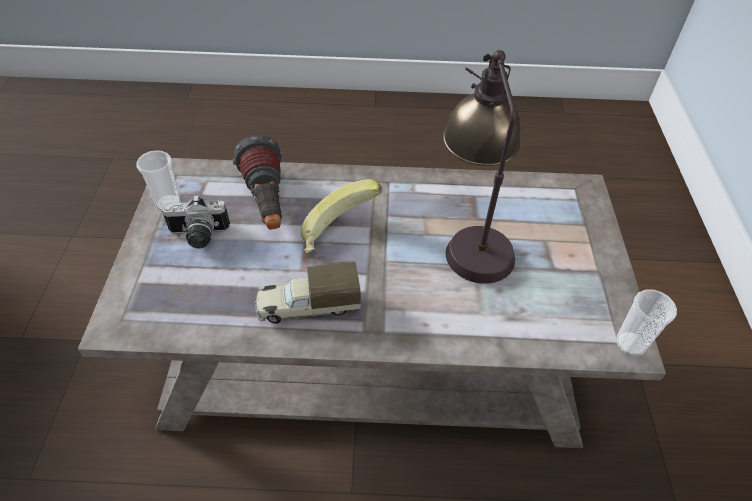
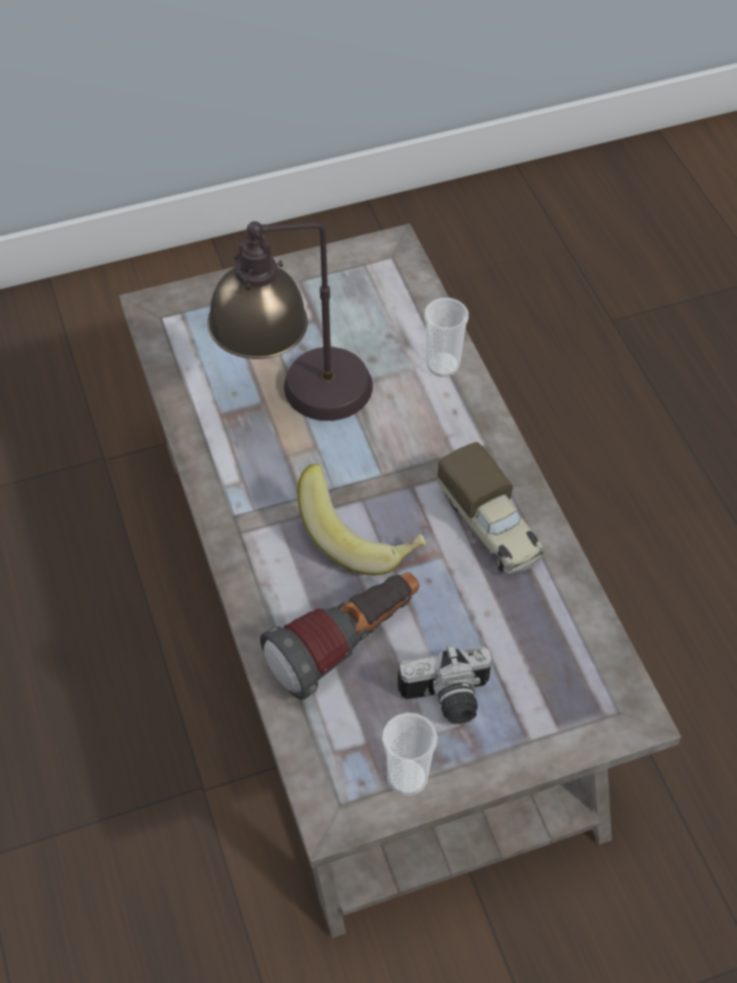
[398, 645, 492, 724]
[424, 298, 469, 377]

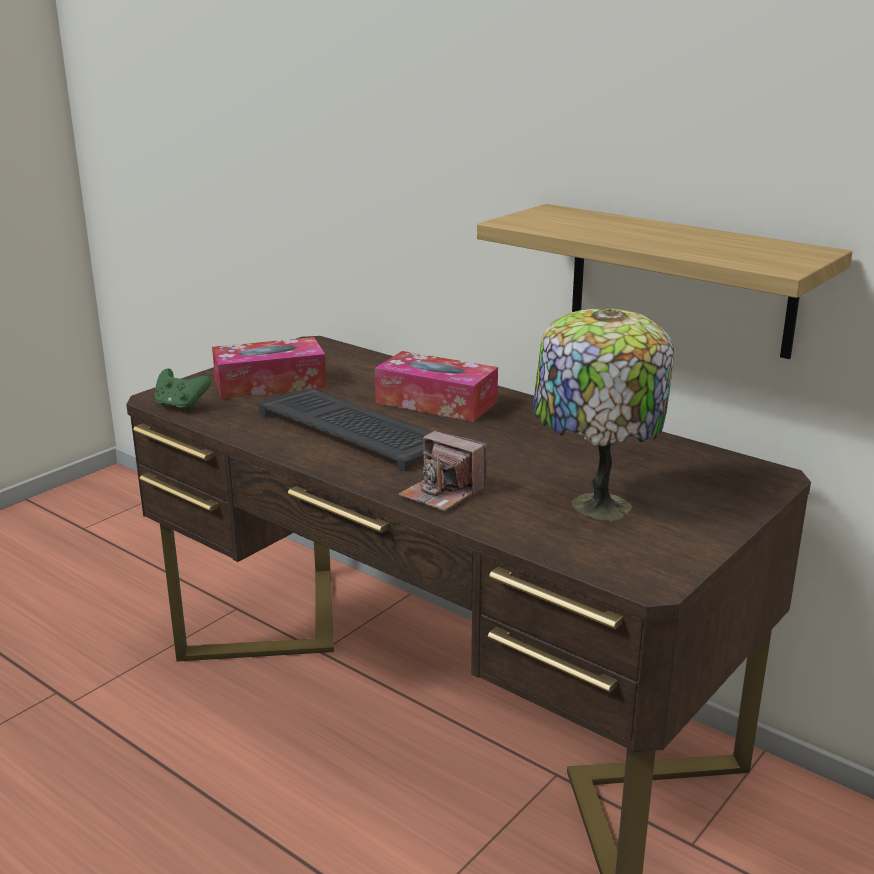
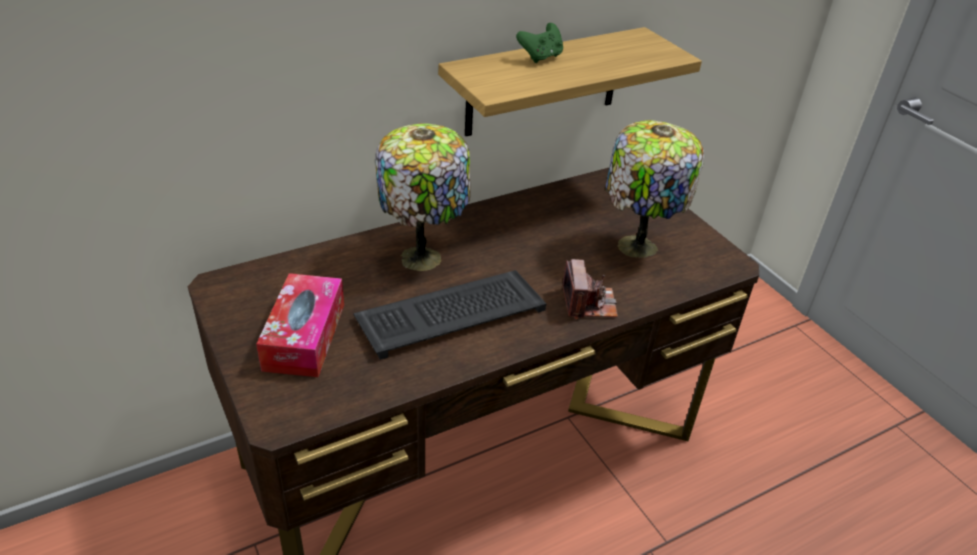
[516, 23, 563, 63]
[375, 123, 471, 271]
[562, 259, 618, 319]

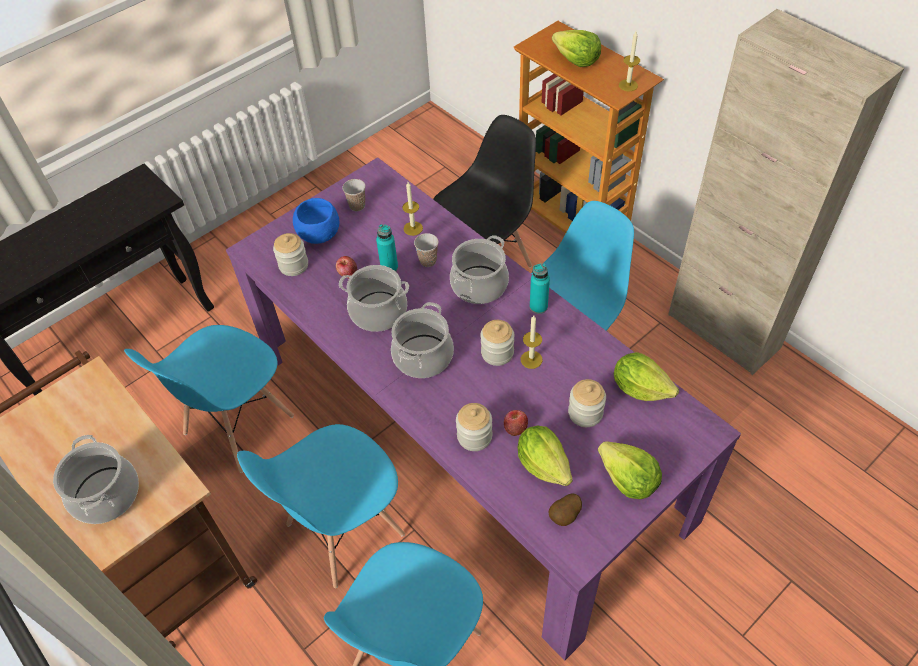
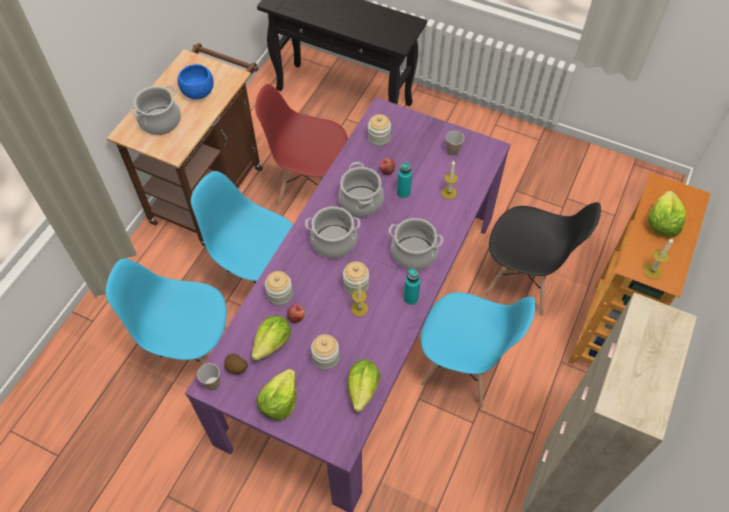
[255, 84, 348, 206]
[178, 64, 214, 99]
[197, 363, 220, 391]

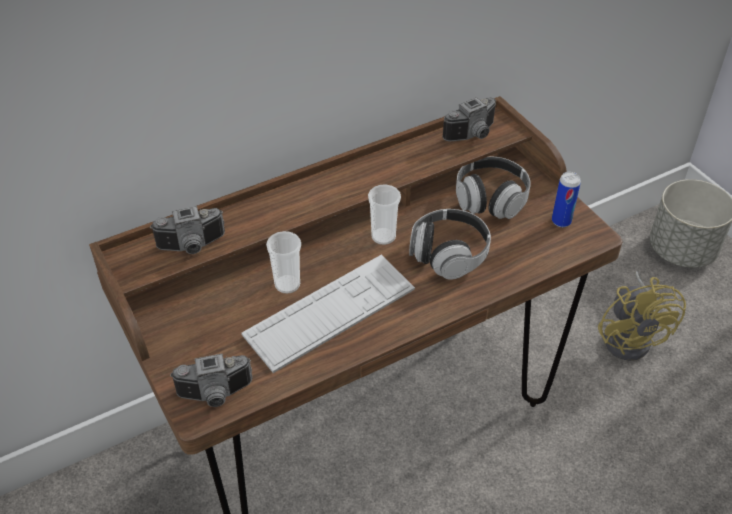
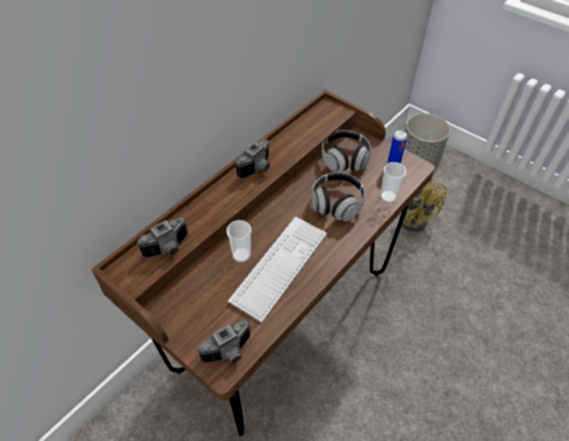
[380, 162, 407, 203]
[236, 139, 270, 179]

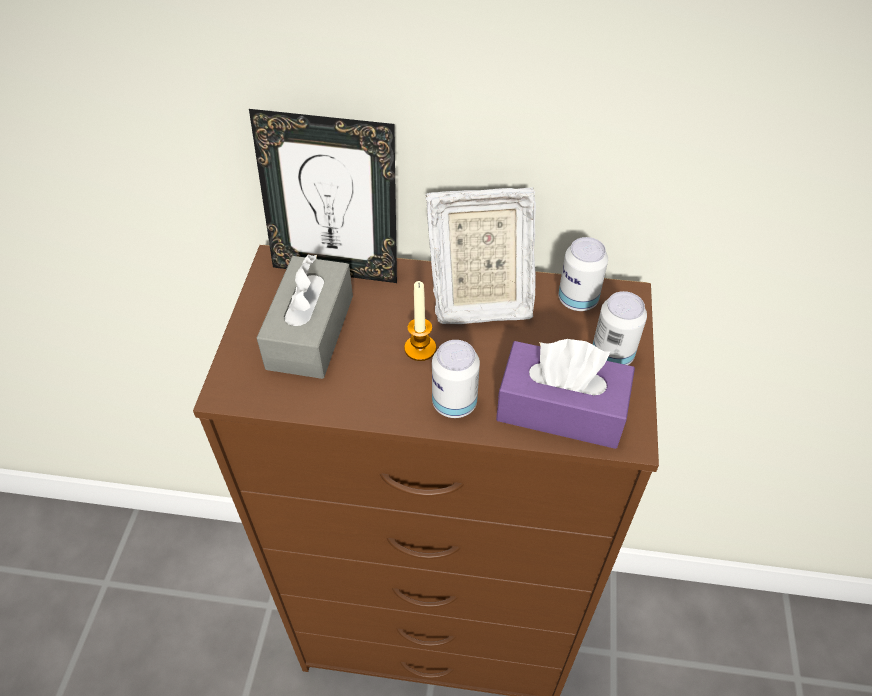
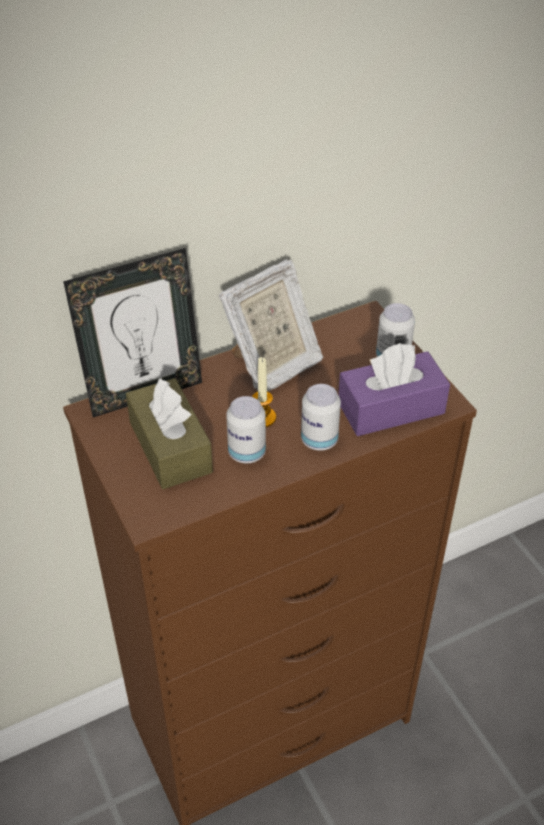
[126, 378, 213, 489]
[226, 396, 266, 463]

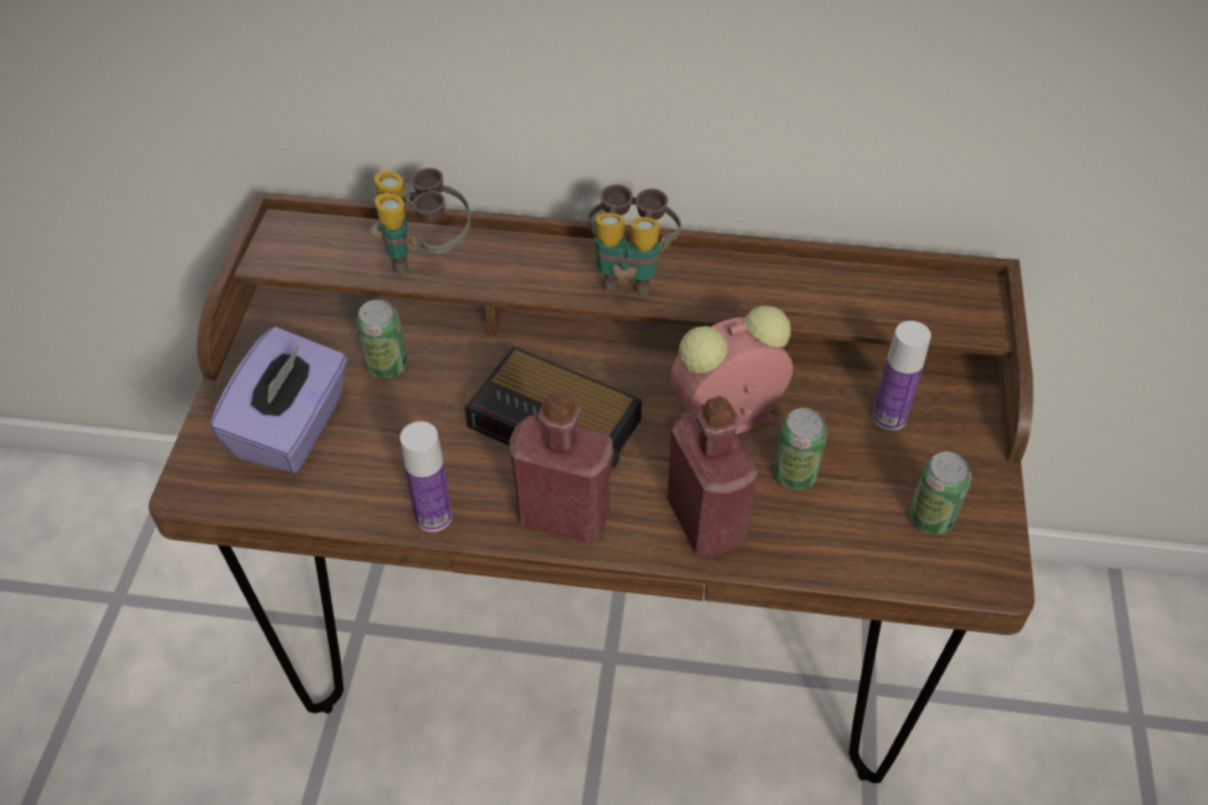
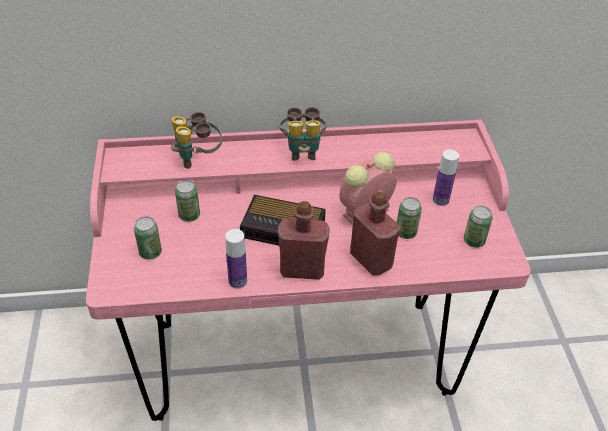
[86, 119, 531, 421]
[134, 217, 162, 260]

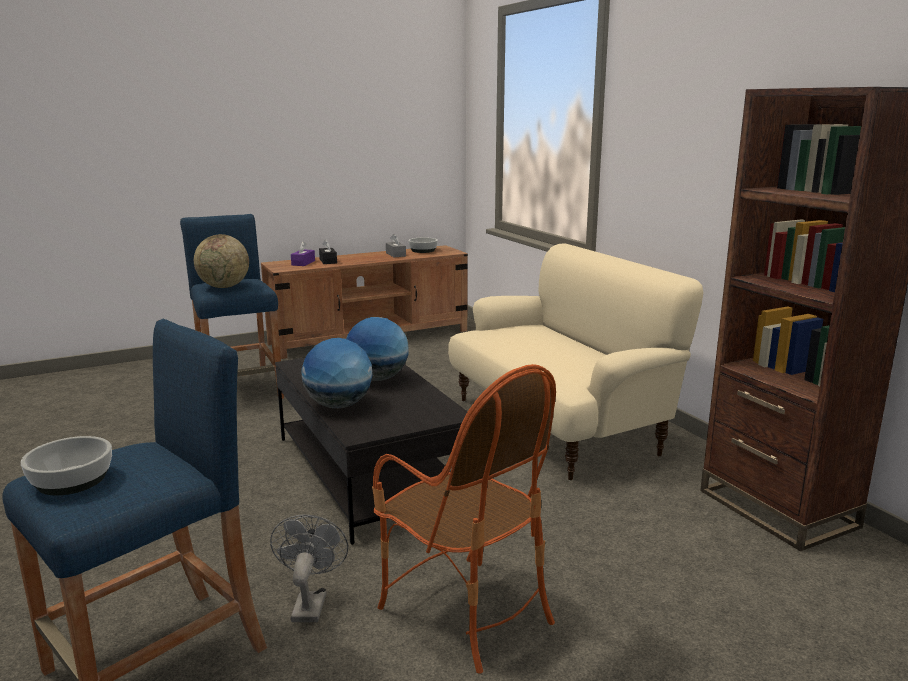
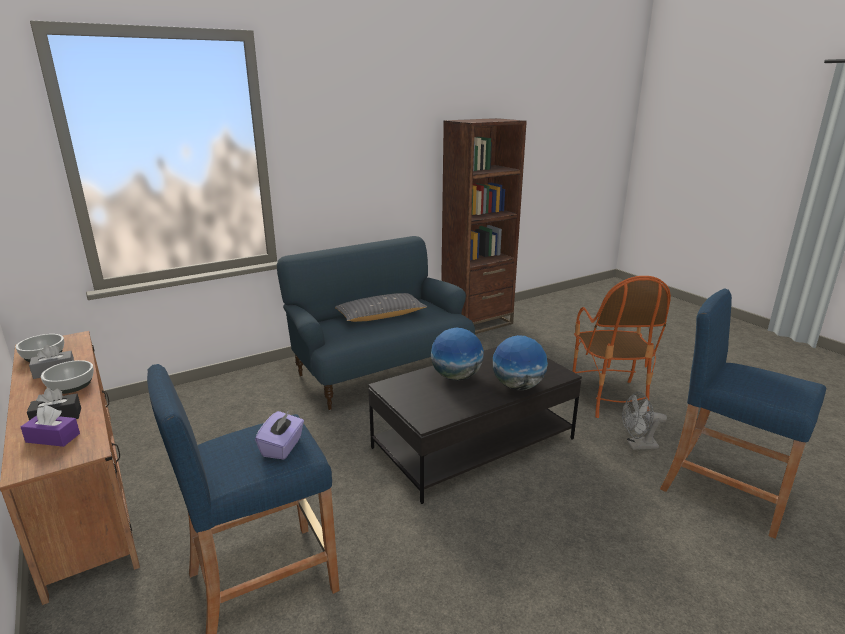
[41, 360, 94, 394]
[255, 411, 304, 460]
[572, 276, 671, 418]
[277, 236, 475, 410]
[335, 293, 427, 322]

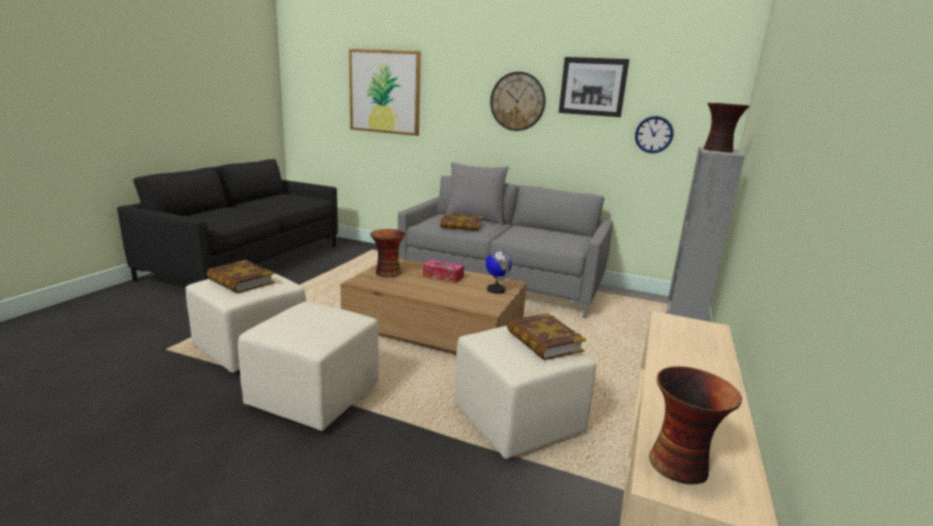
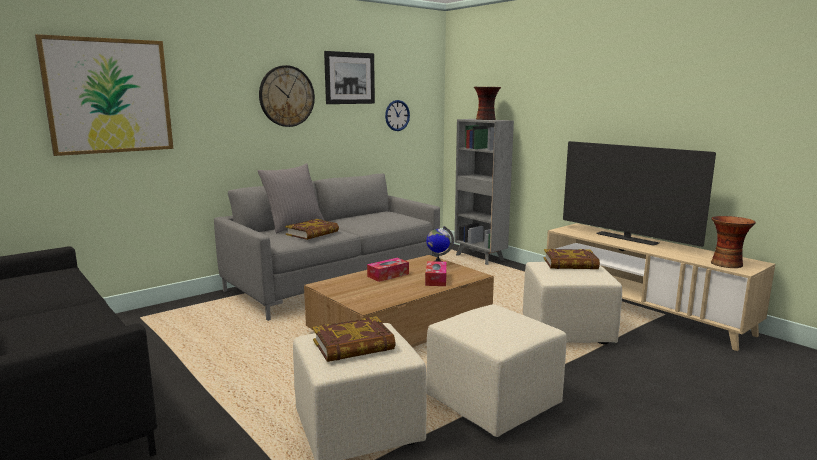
[370, 229, 406, 277] (first image)
[425, 261, 447, 286]
[563, 141, 716, 247]

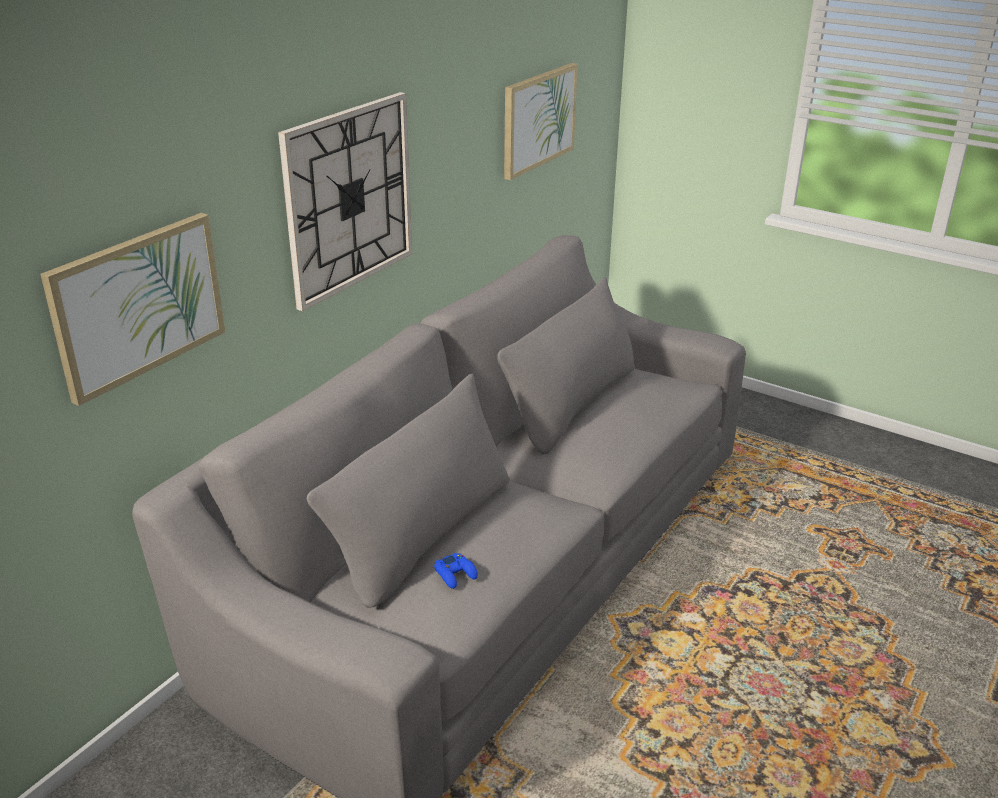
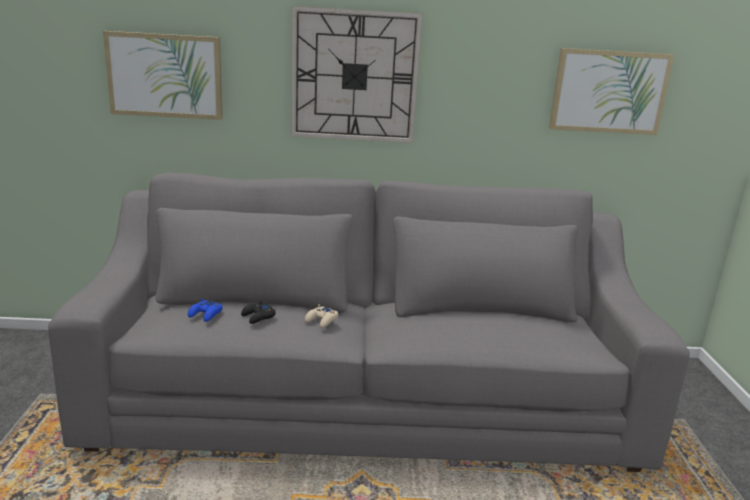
[241, 300, 276, 324]
[305, 304, 338, 328]

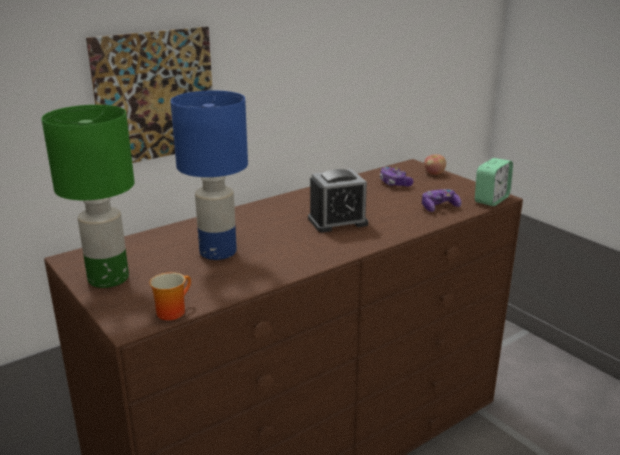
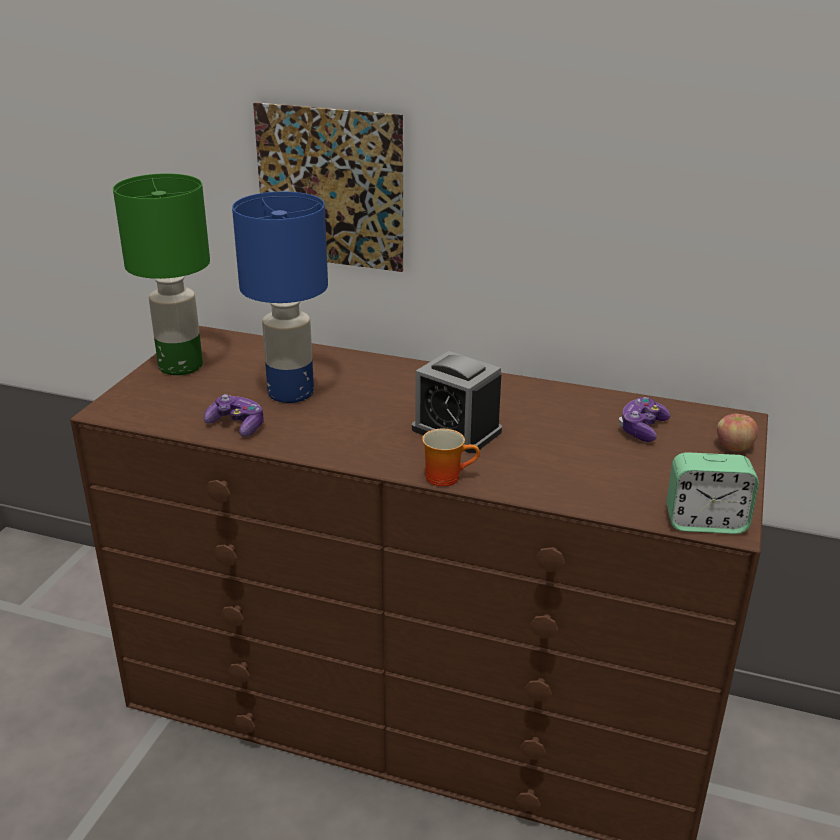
[422, 429, 480, 487]
[204, 394, 264, 437]

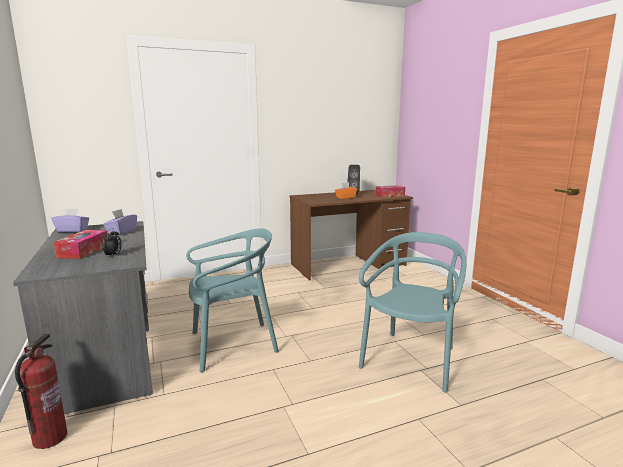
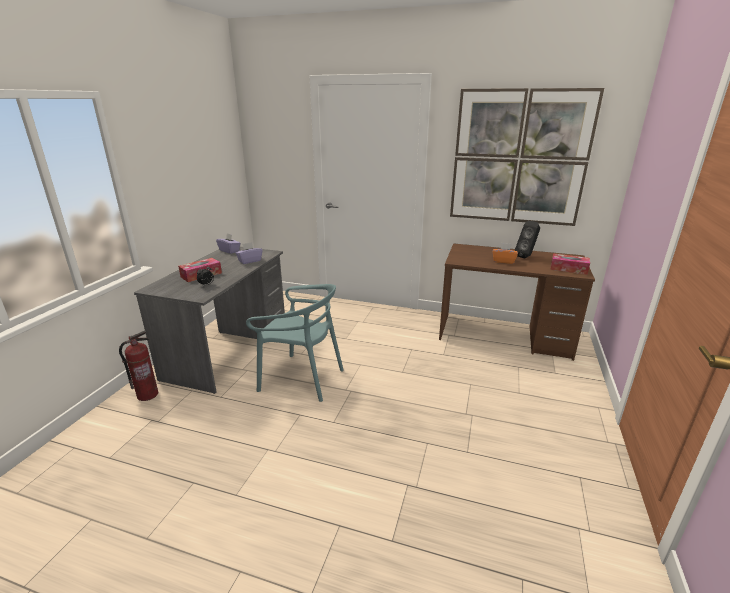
[359, 232, 466, 393] (first image)
[450, 88, 604, 226]

